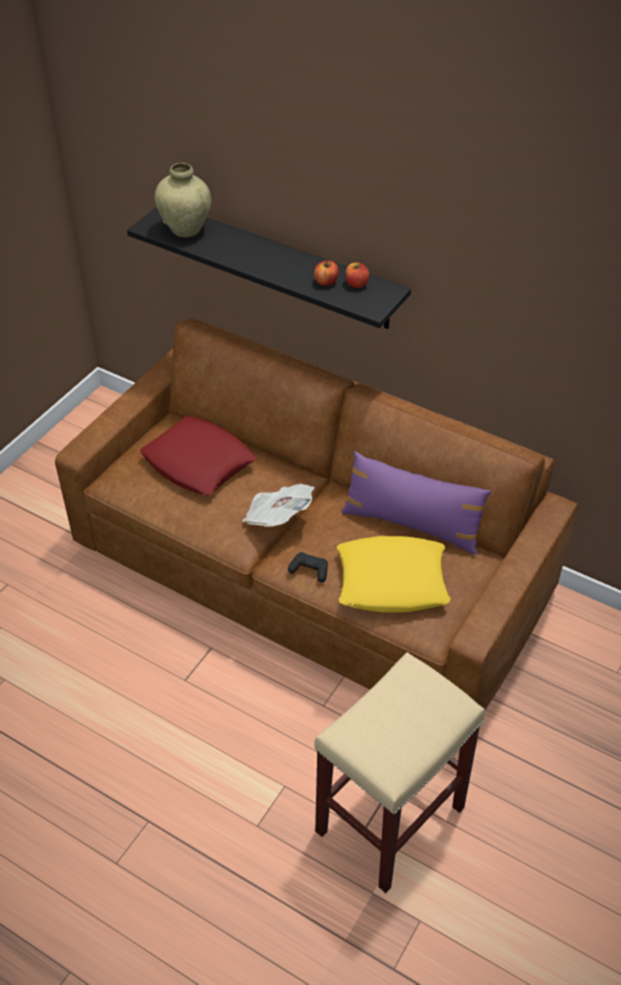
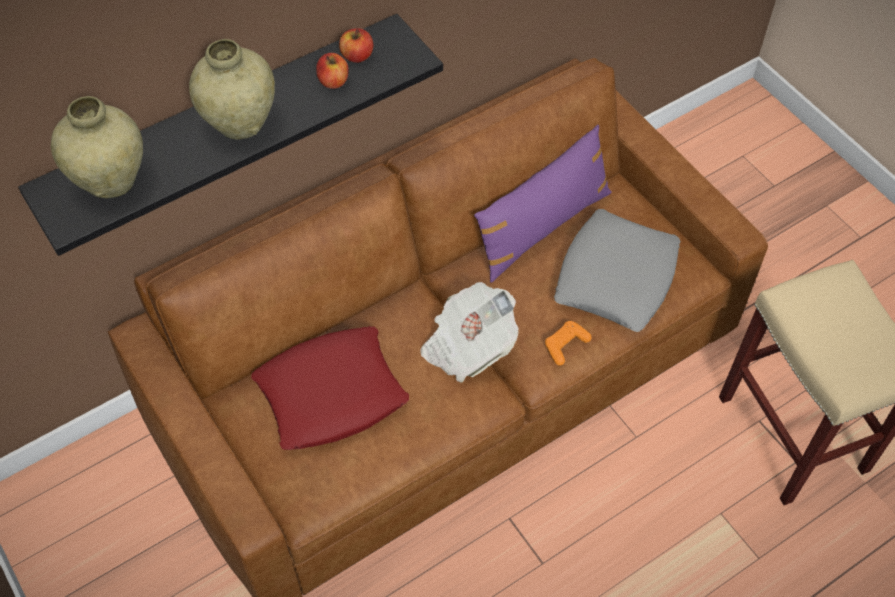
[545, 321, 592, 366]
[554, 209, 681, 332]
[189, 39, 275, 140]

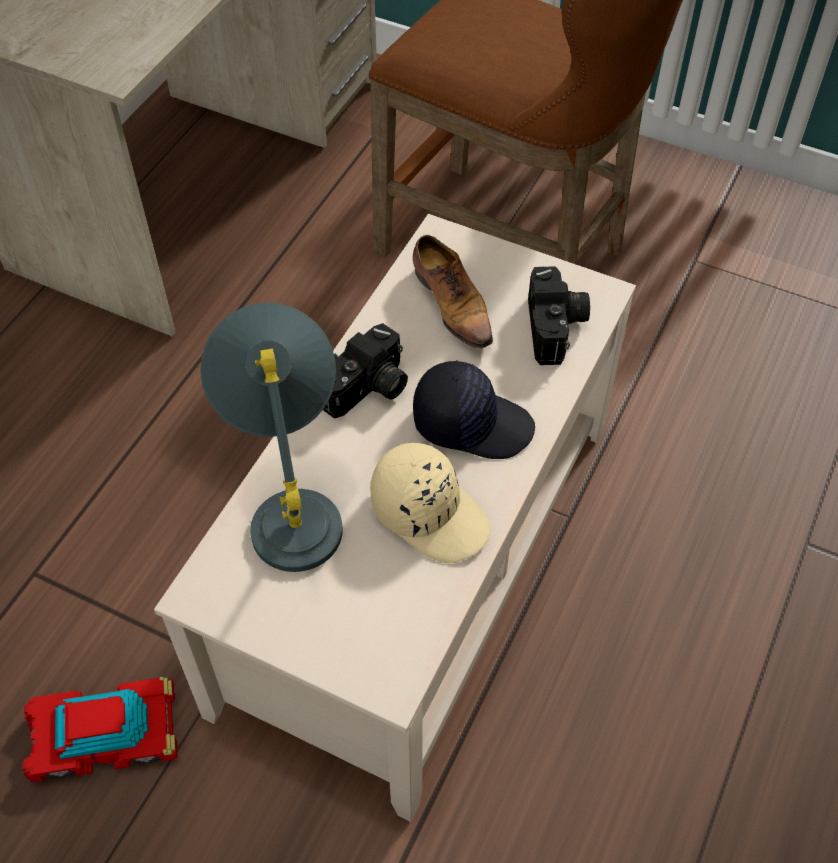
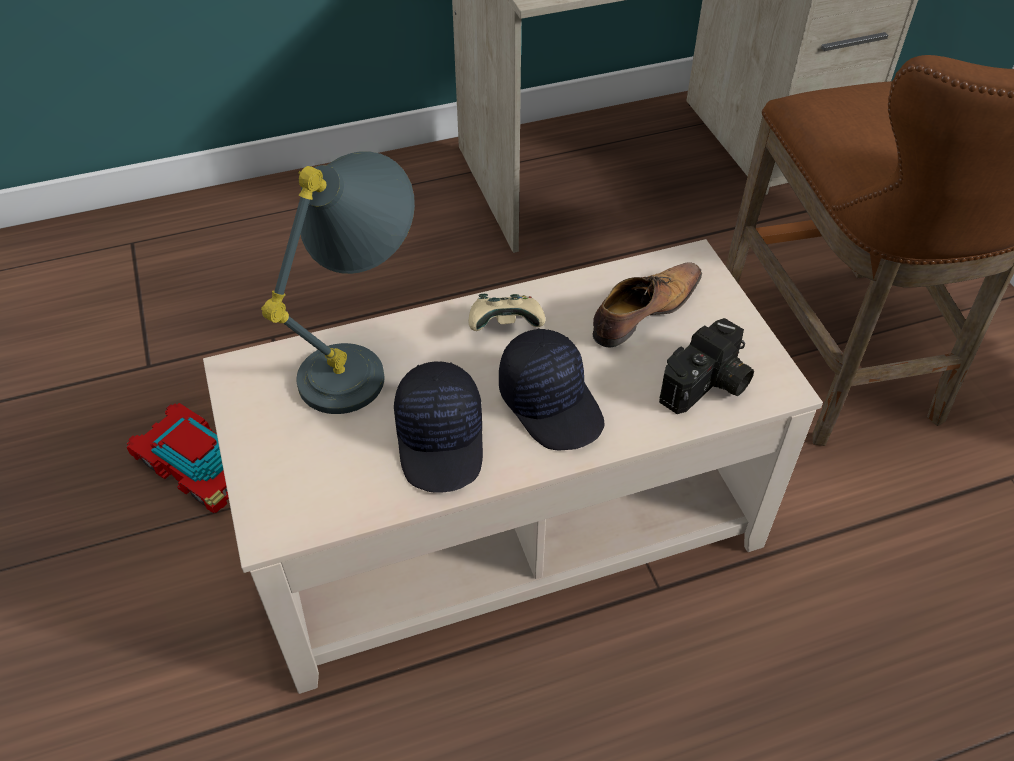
[469, 294, 546, 331]
[394, 361, 483, 493]
[592, 262, 702, 347]

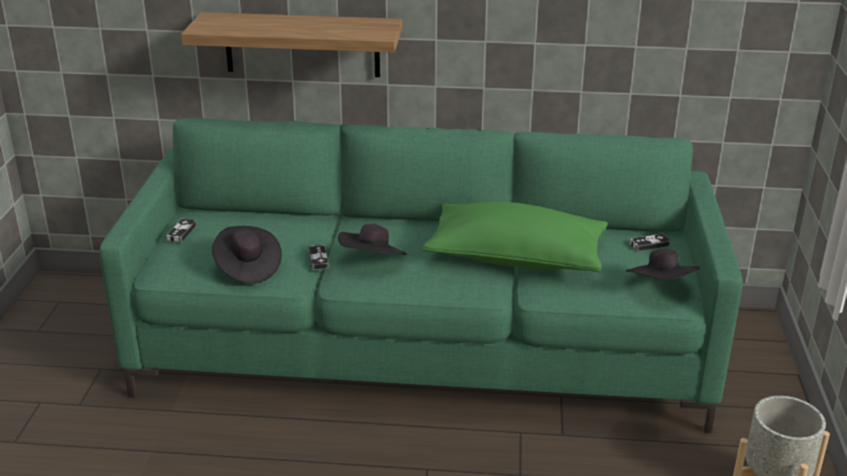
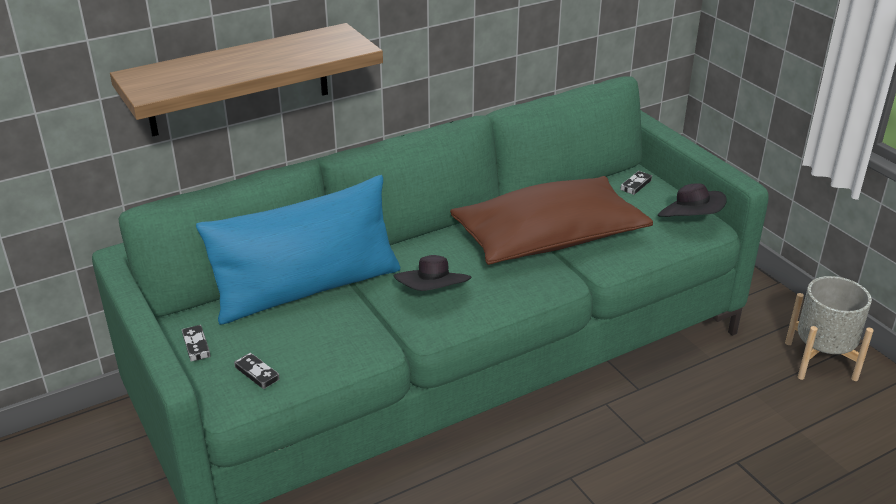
[212, 226, 282, 284] (first image)
[234, 353, 280, 389]
[450, 176, 653, 265]
[196, 175, 400, 325]

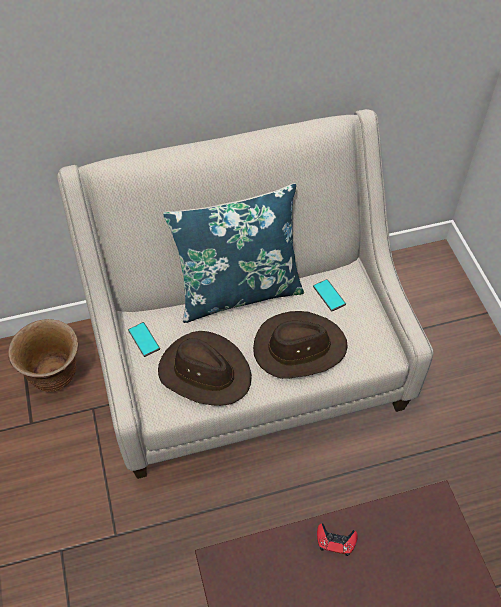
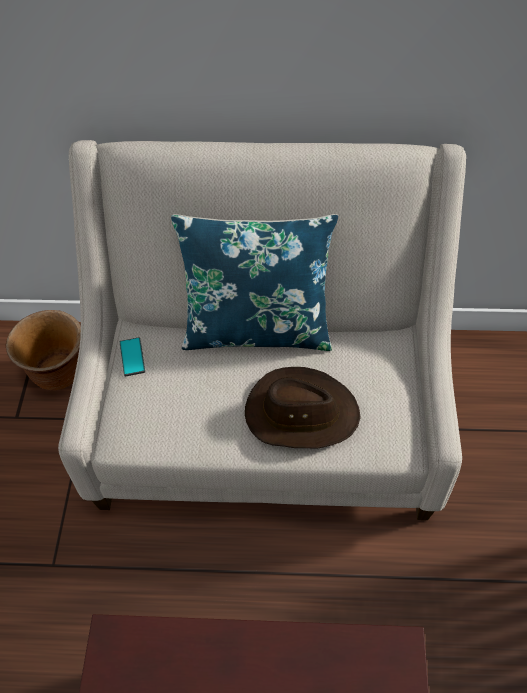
[158, 331, 252, 406] (first image)
[313, 279, 346, 311] (first image)
[317, 523, 358, 556] (first image)

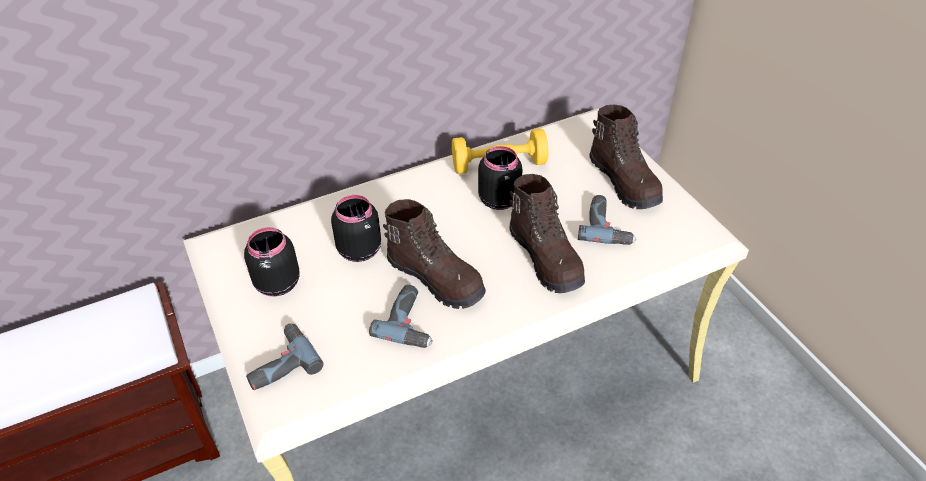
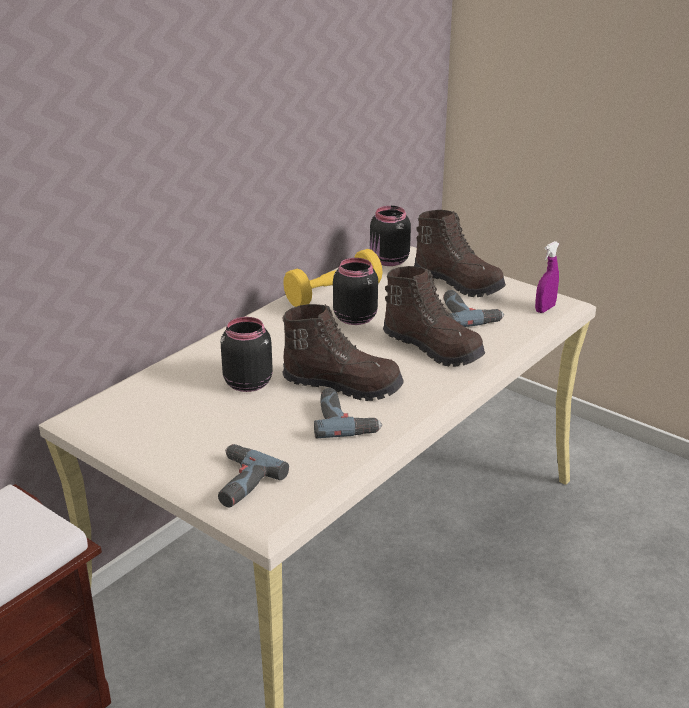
[370, 206, 411, 266]
[535, 241, 559, 313]

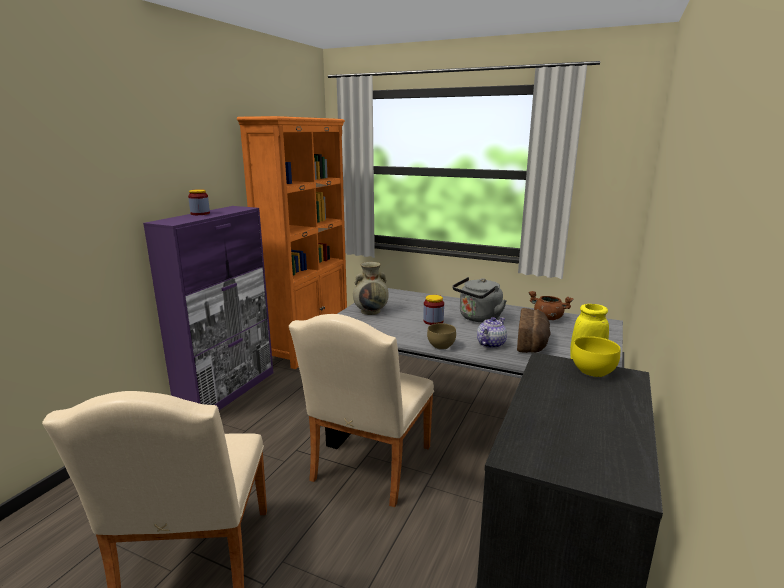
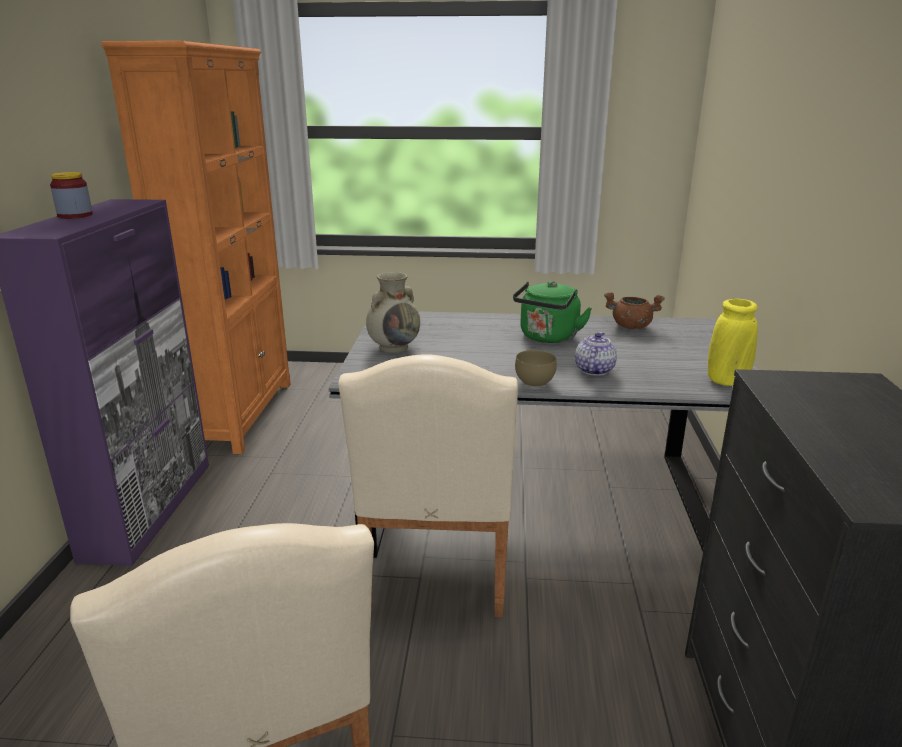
[423, 295, 444, 325] (first image)
[513, 281, 592, 343]
[517, 308, 551, 353] (first image)
[572, 336, 620, 378] (first image)

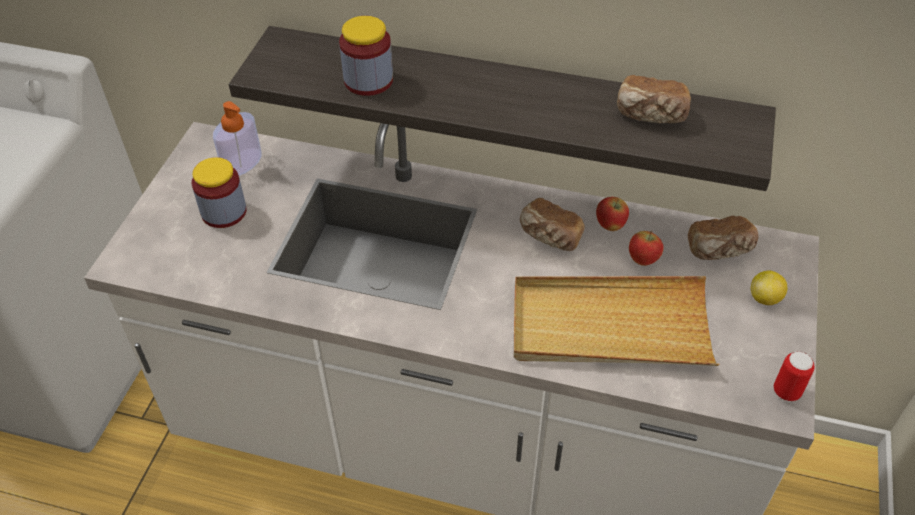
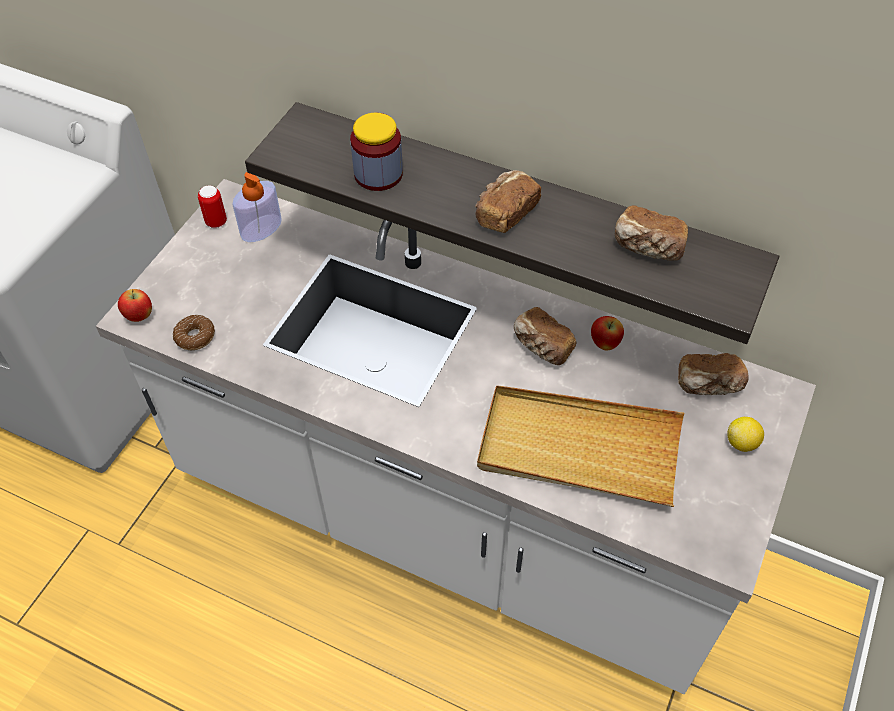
[192, 157, 247, 228] (first image)
[118, 289, 152, 322]
[198, 185, 227, 228]
[173, 315, 215, 350]
[475, 170, 541, 233]

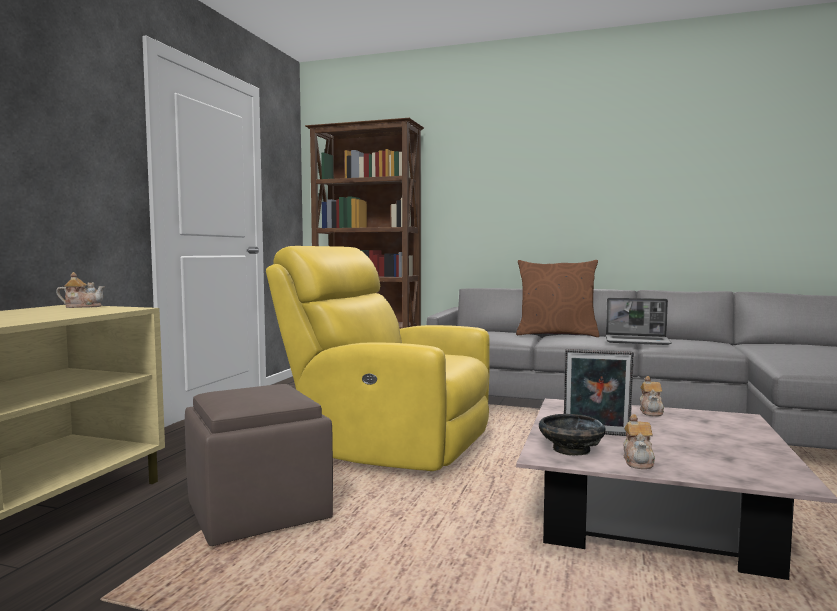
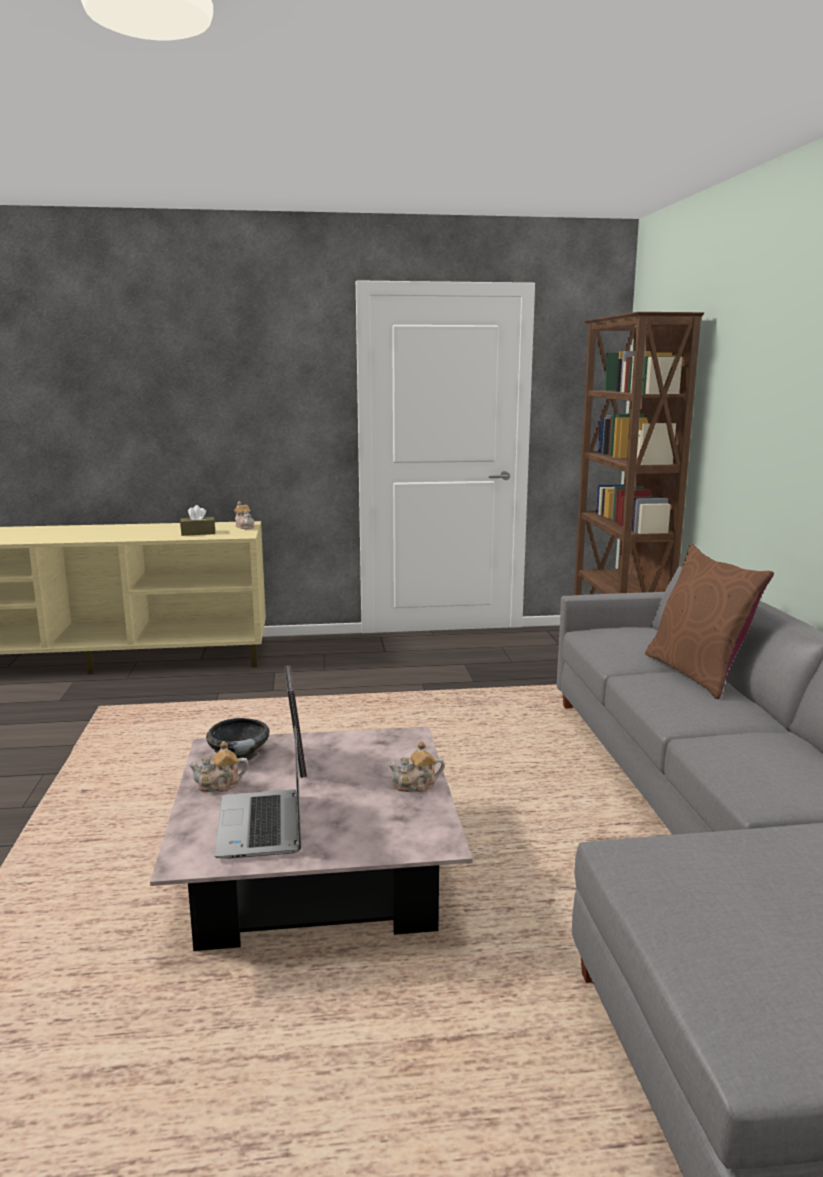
[185, 384, 333, 546] (first image)
[266, 246, 490, 471] (first image)
[214, 725, 302, 859]
[180, 505, 215, 536]

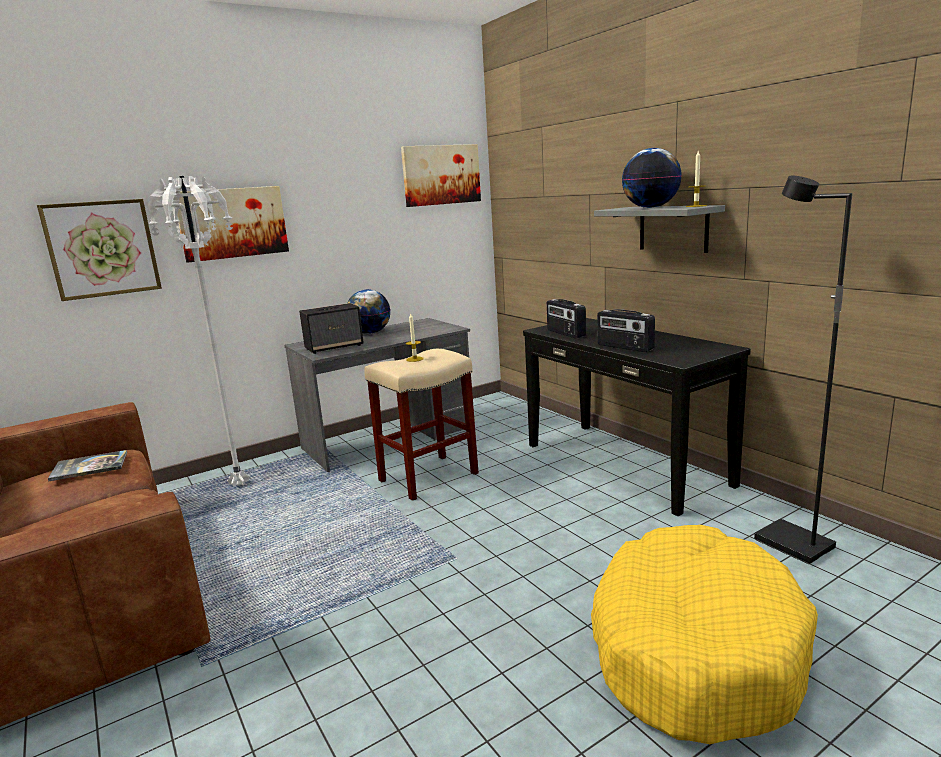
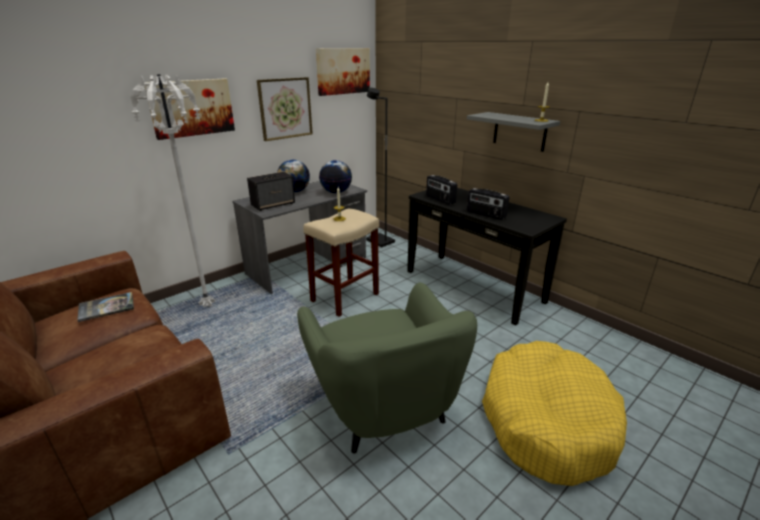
[257, 77, 313, 141]
[319, 160, 352, 193]
[366, 88, 395, 248]
[297, 282, 477, 453]

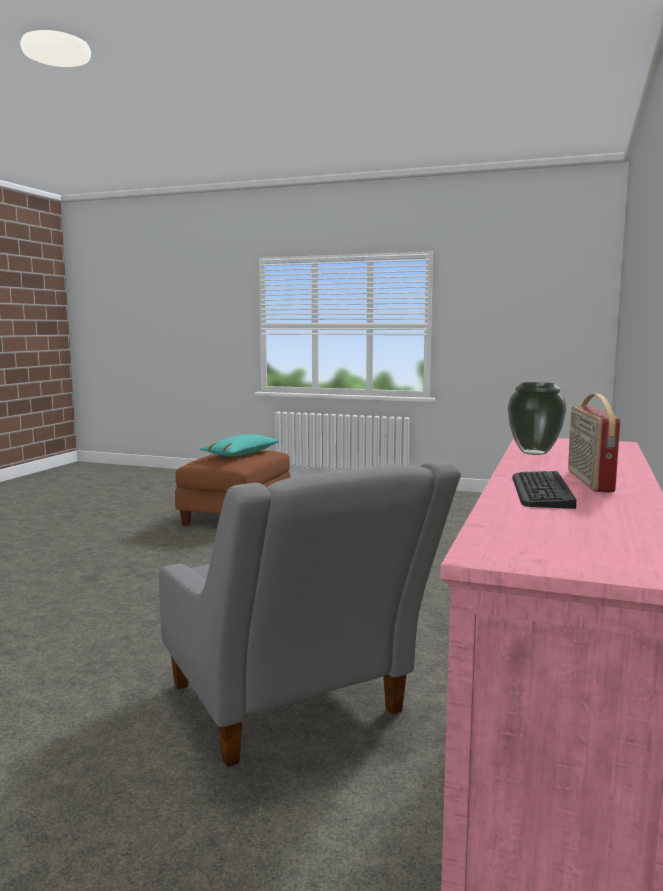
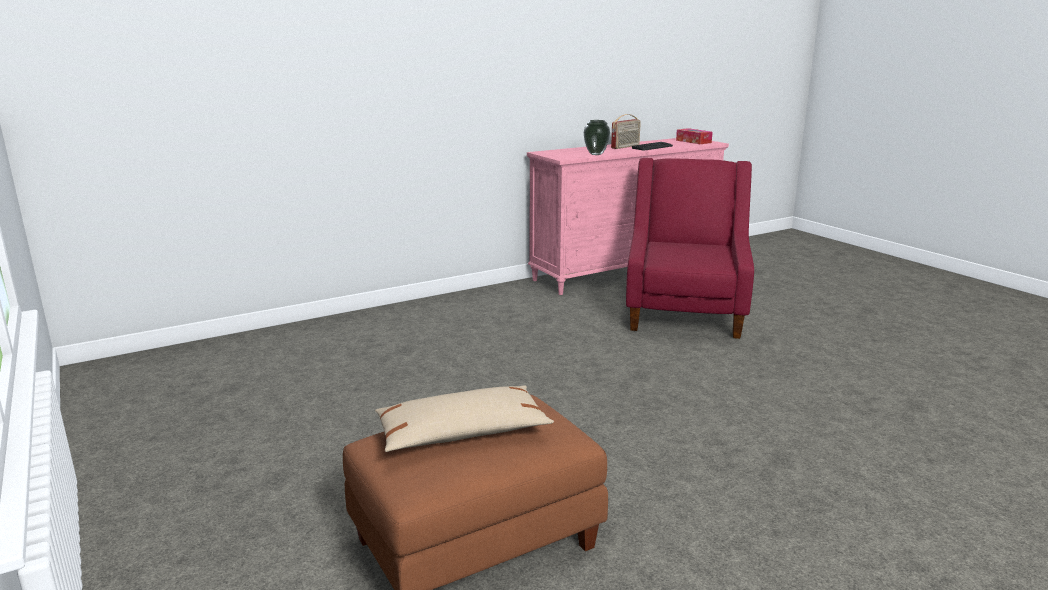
[626, 158, 754, 339]
[375, 386, 554, 452]
[676, 128, 713, 144]

